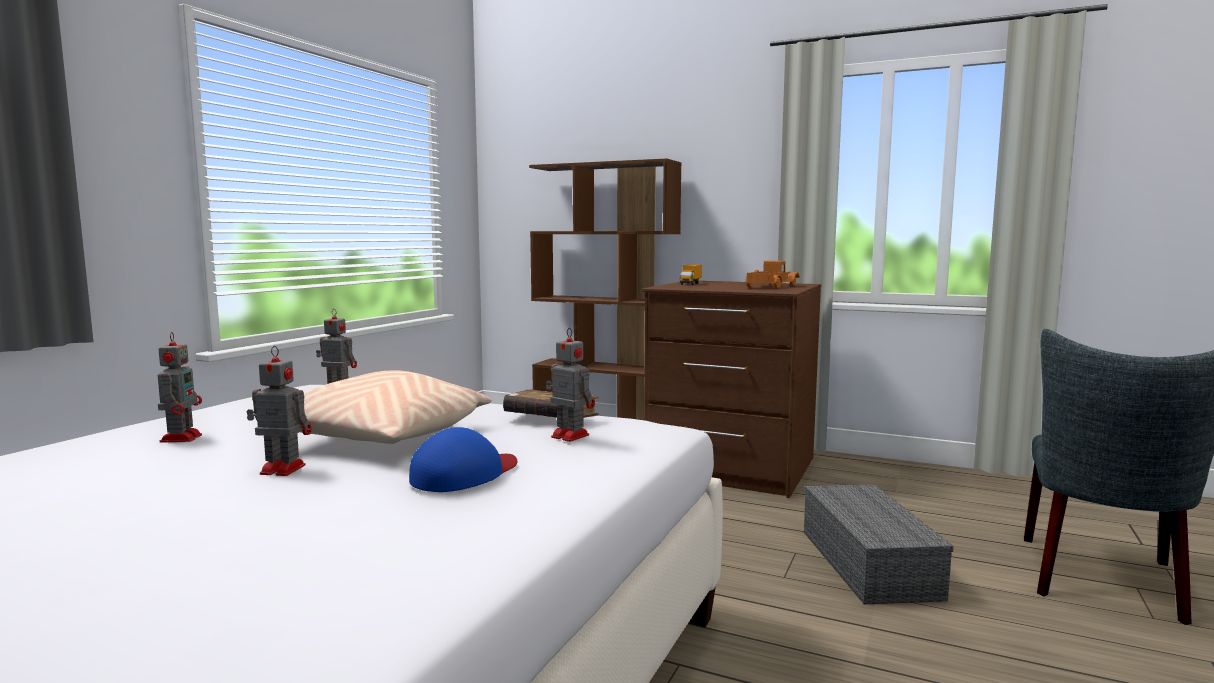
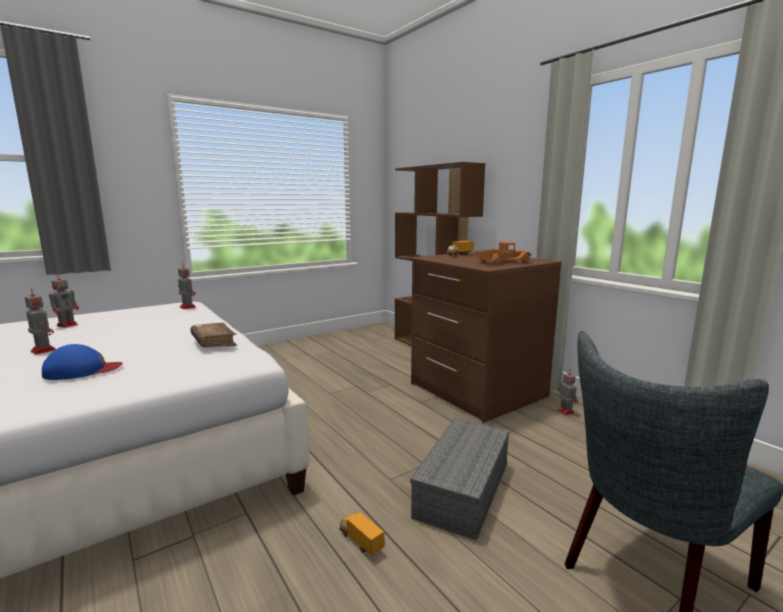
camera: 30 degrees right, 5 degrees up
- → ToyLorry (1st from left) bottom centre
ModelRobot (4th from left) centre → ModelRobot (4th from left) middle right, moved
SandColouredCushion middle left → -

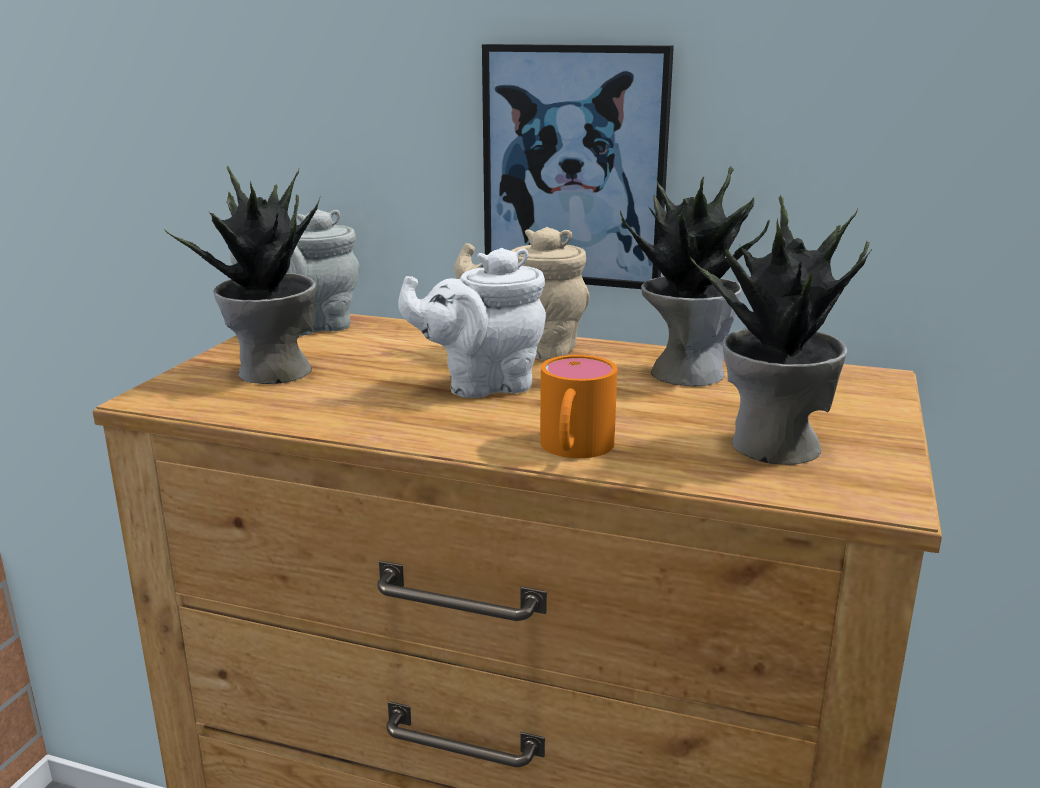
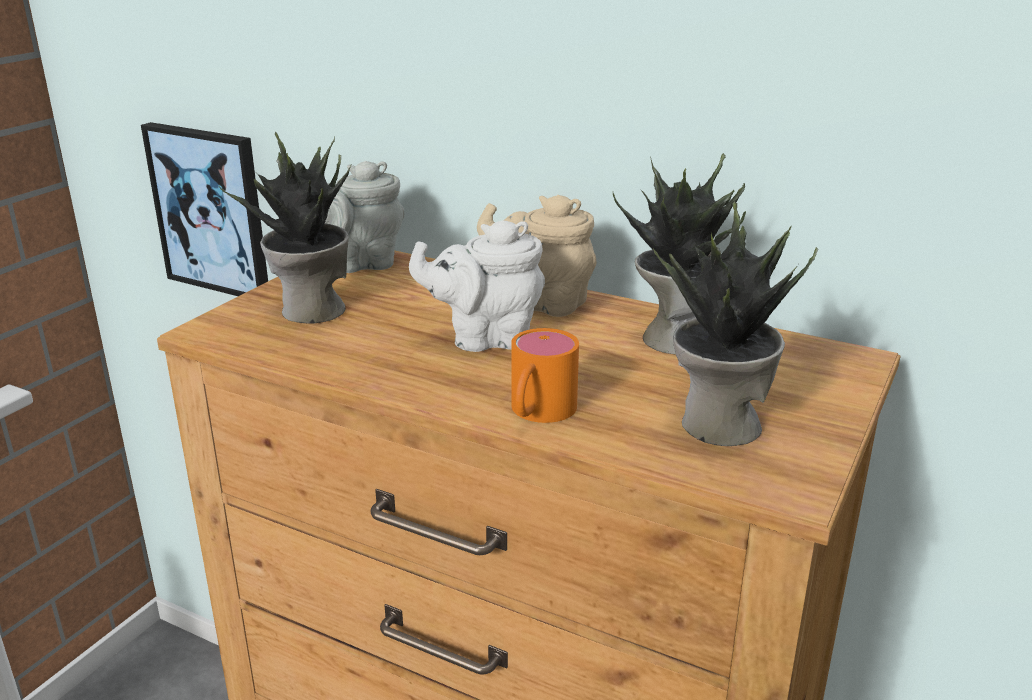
camera: 10 degrees right, 5 degrees up
WallPicture top centre → WallPicture top left, moved

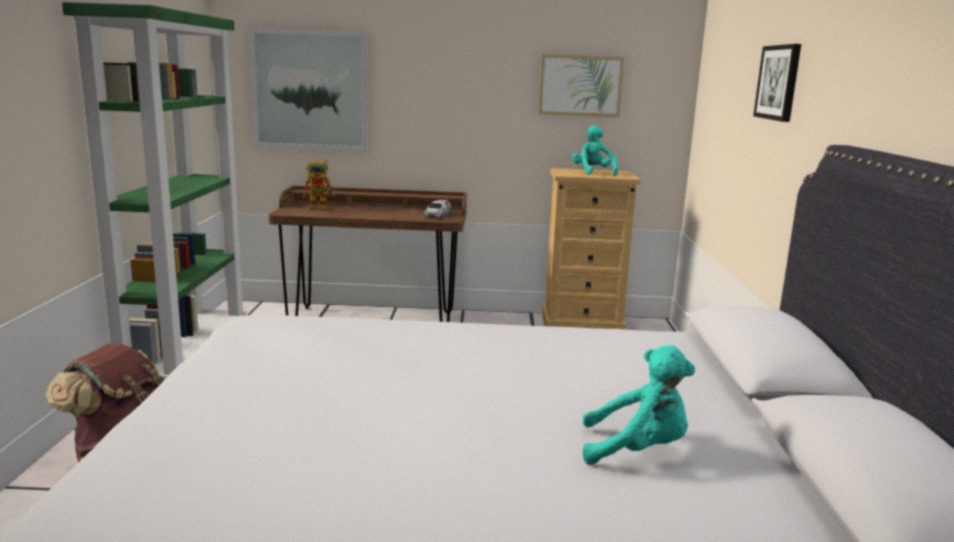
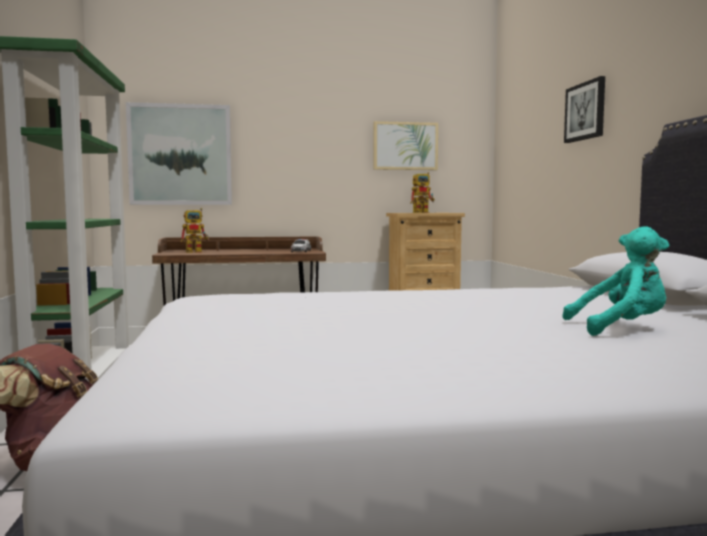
camera: 10 degrees left, 10 degrees down
BlueGreenSoftToy (1st from left) top centre → ModelRobot (2nd from left) centre

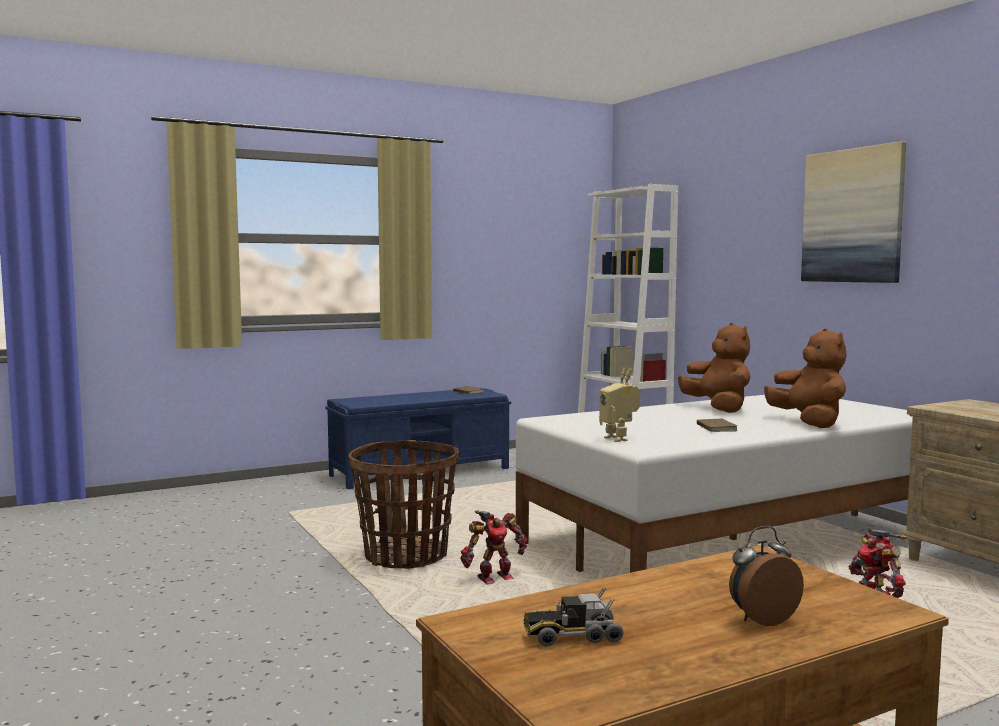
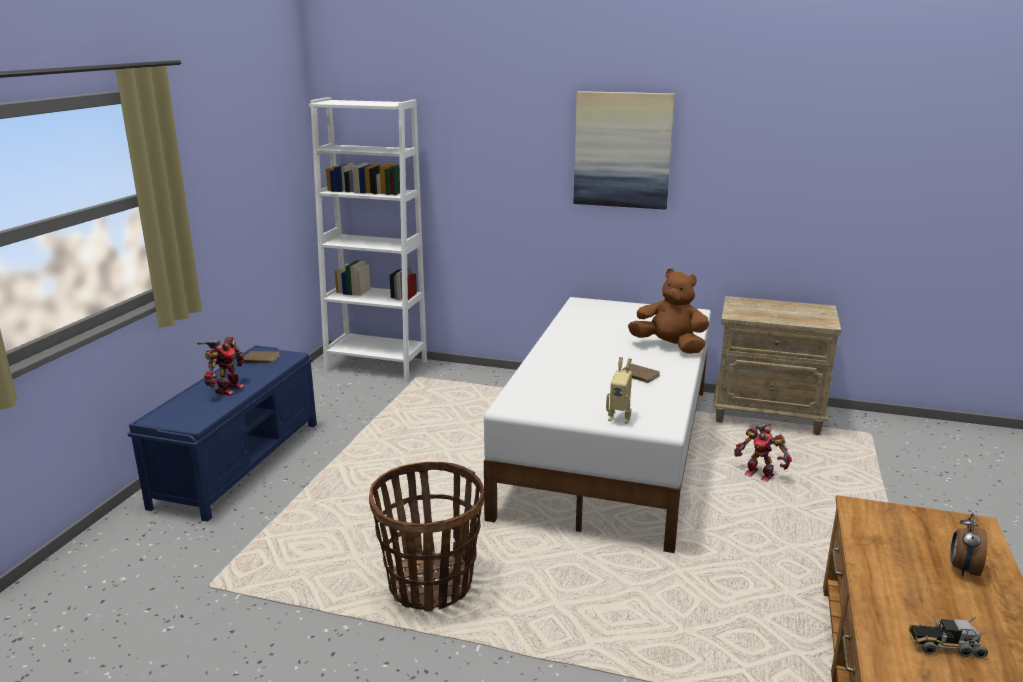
camera: 45 degrees left, 15 degrees up
ModelRobot (1st from left) bottom centre → ModelRobot (1st from left) middle left, moved
ToyLorry bottom centre → ToyLorry bottom right, 60 degrees clockwise
BrownishSoftToy (1st from left) middle right → -

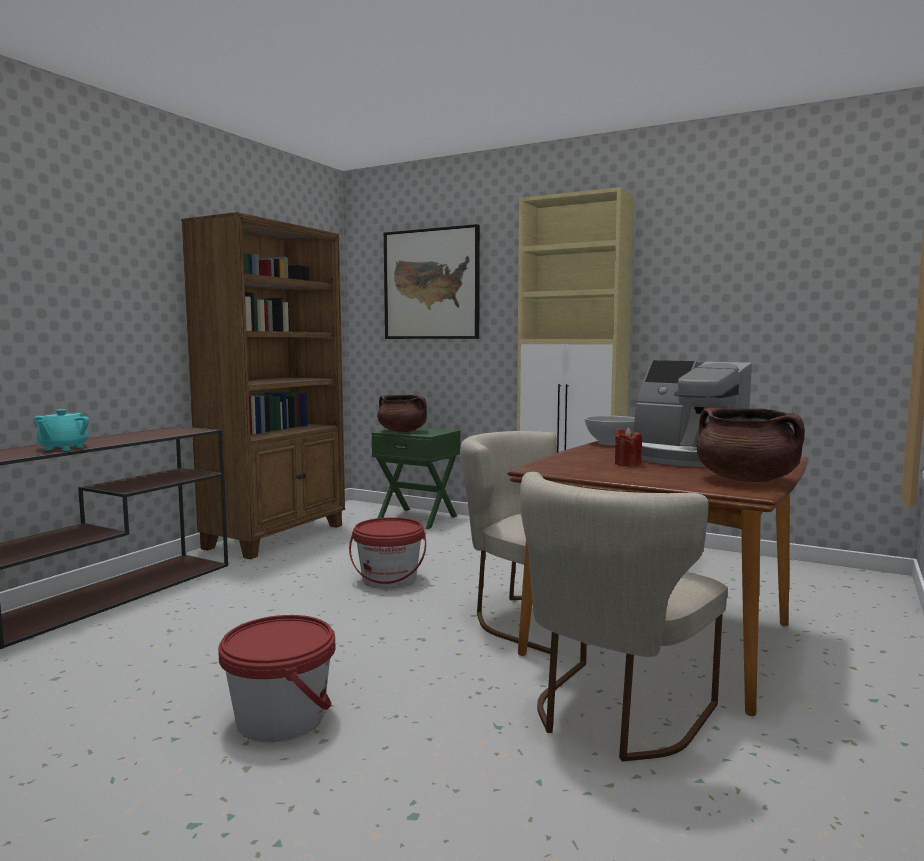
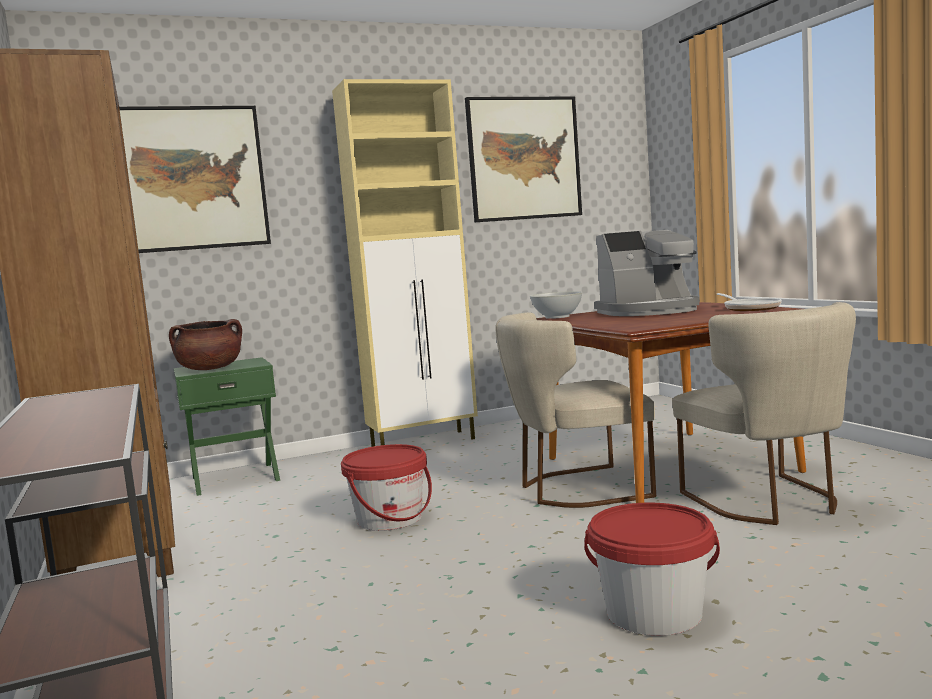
camera: 50 degrees left, 0 degrees up
- → WallPicture (2nd from left) top centre
BrownishSaucepot (2nd from left) middle right → Skillet middle right
BlueGreenPotForTea middle left → -
ReddishCandle middle right → -

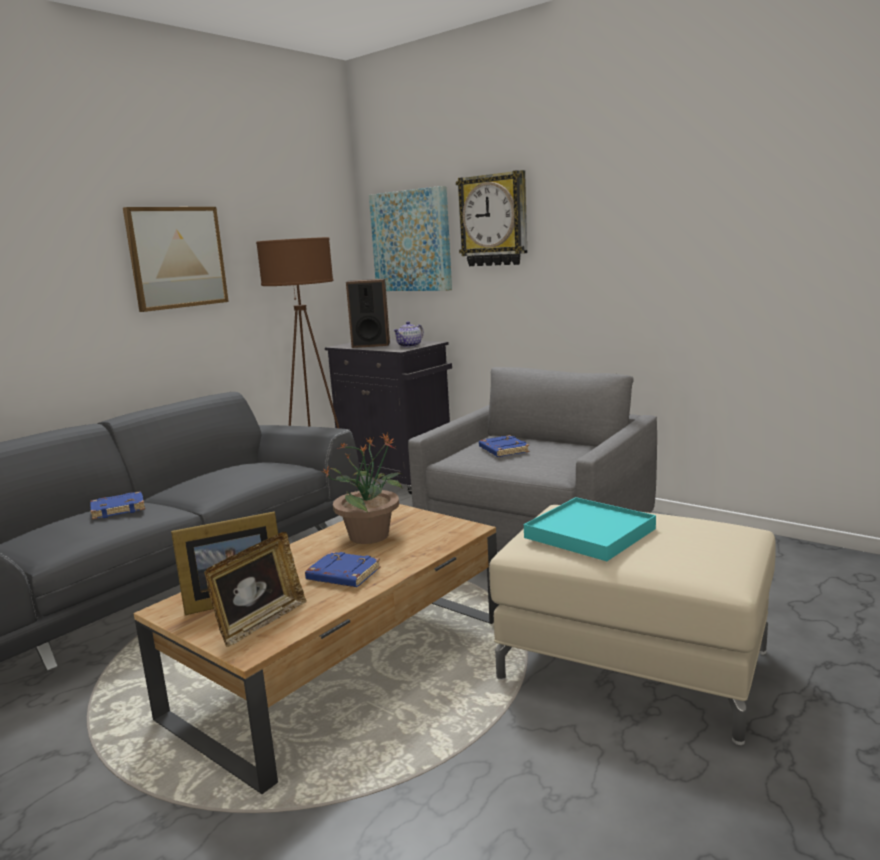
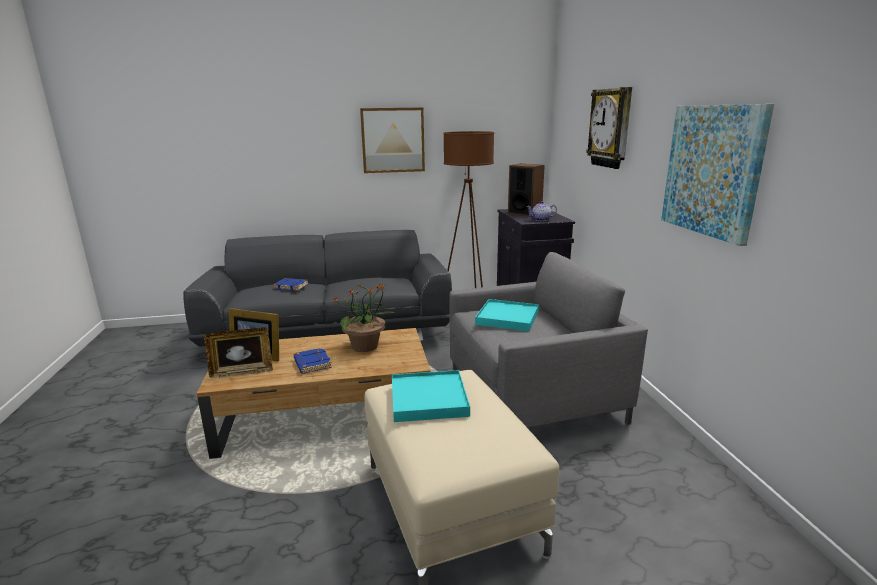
camera: 40 degrees right, 5 degrees up
BluishBook (3rd from left) centre → BlueGreenServingTray (2nd from left) centre
WallPicture (2nd from left) top centre → WallPicture (2nd from left) top right, moved

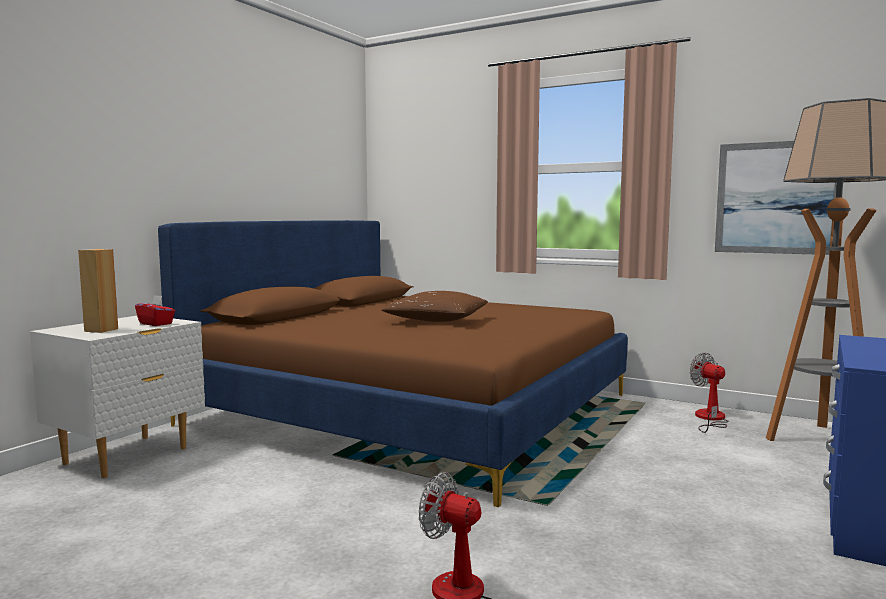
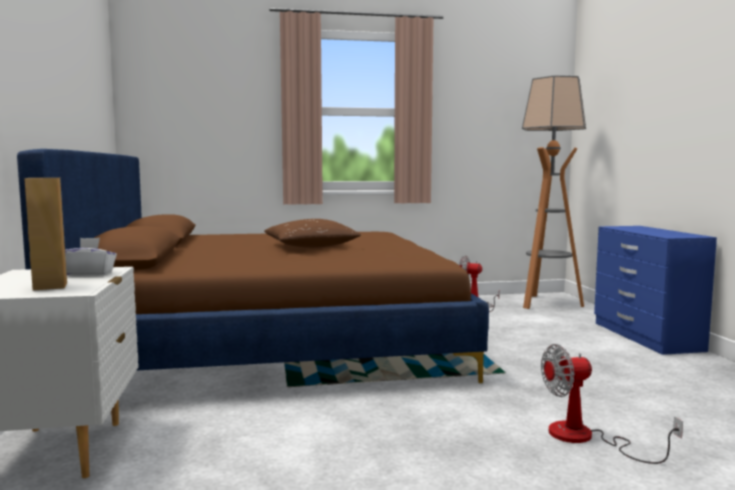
camera: 40 degrees left, 0 degrees up
ReddishTissueHolder middle left → WhiteTissueHolder middle left
WallPicture top right → -

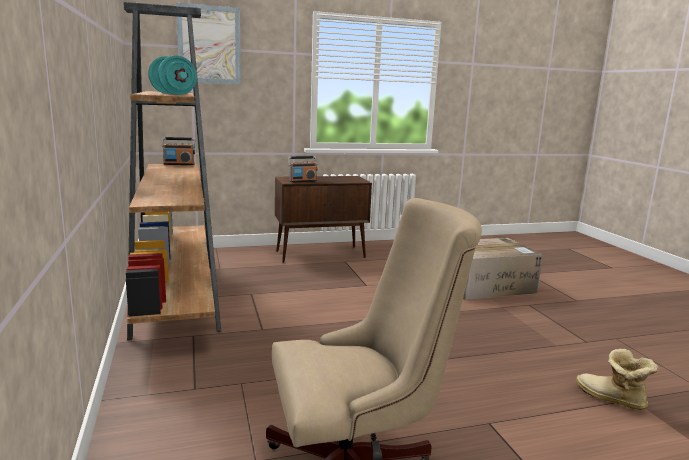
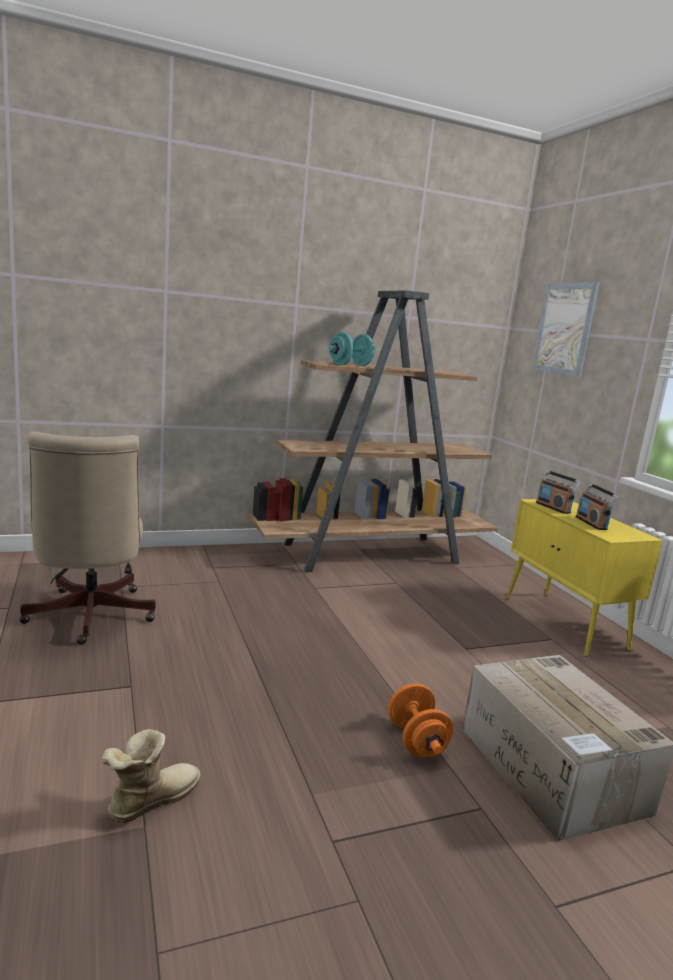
camera: 85 degrees right, 0 degrees up
- → OrangeHandWeight bottom centre
BrownishStorageCabinet centre → YellowColouredStorageCabinet middle right
RadioReceiver (1st from left in the first image) top left → RadioReceiver (2nd from left) middle right, moved

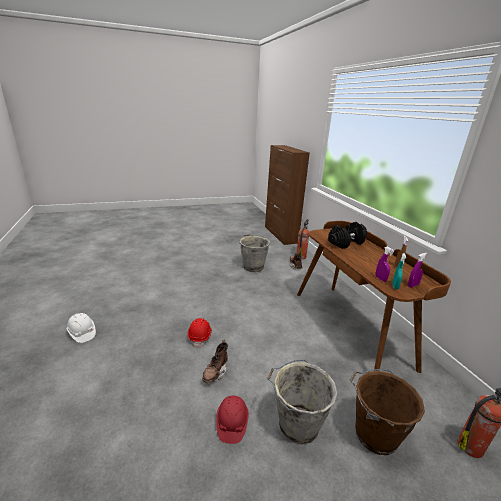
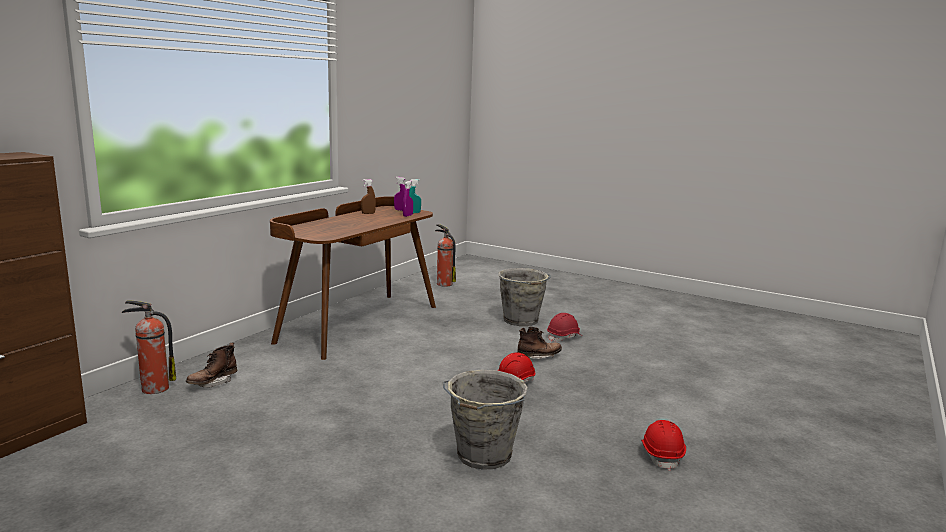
camera: 130 degrees left, 10 degrees down
GreyishWaterBucket (1st from left) centre → GreyishWaterBucket (1st from left) bottom centre, moved
WhiteWorkHelmet middle left → ReddishWorkHelmet (3rd from left) bottom right
BlackColouredHandWeight middle right → -
BrownishWaterBucket bottom right → -

